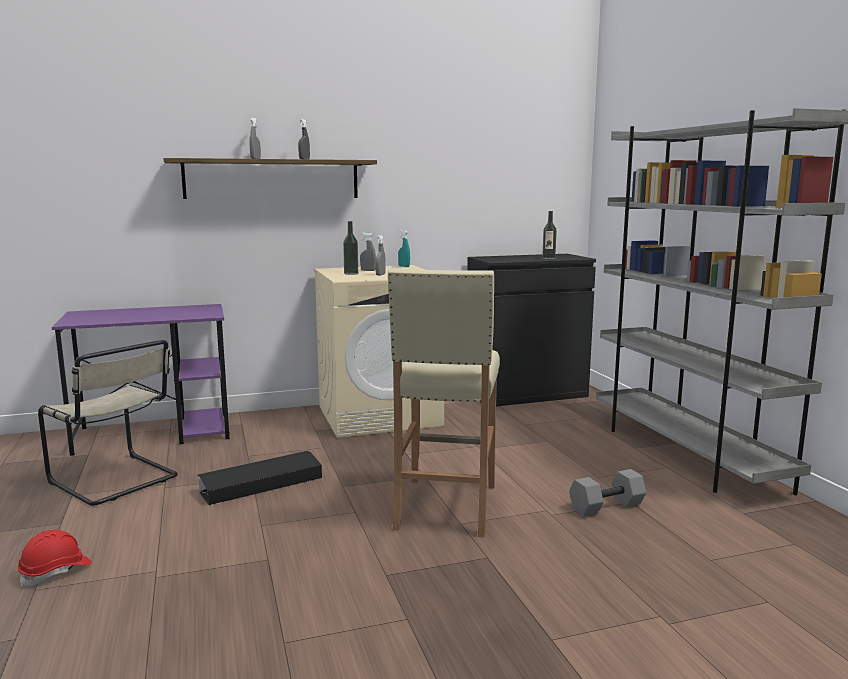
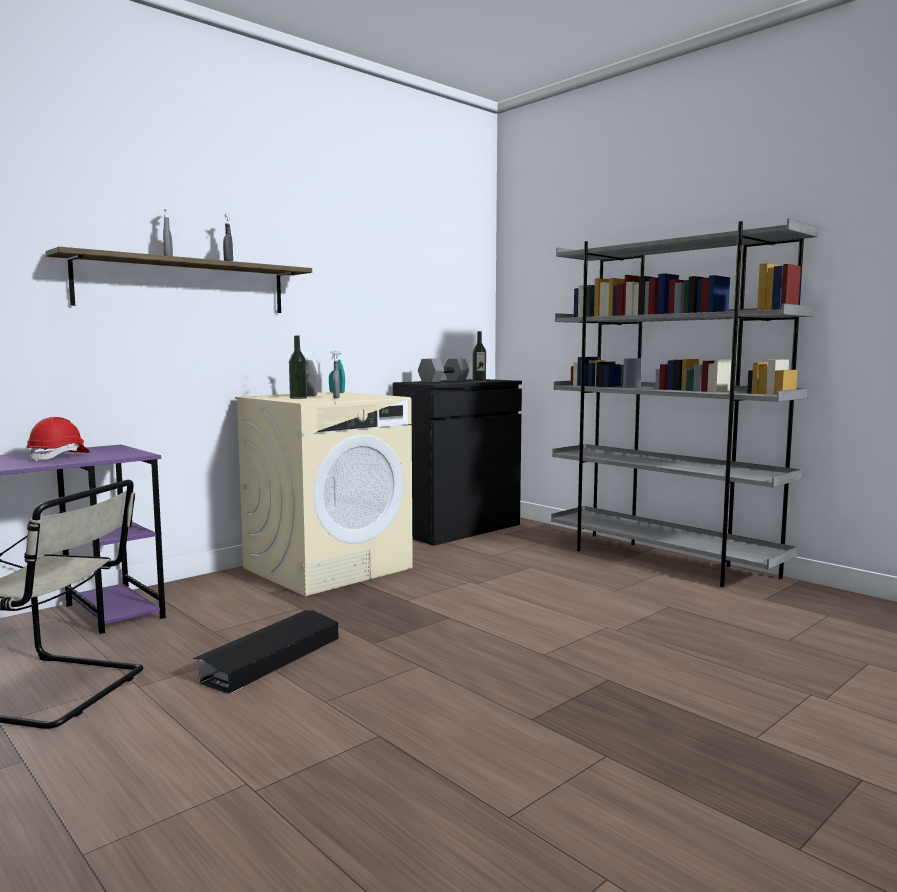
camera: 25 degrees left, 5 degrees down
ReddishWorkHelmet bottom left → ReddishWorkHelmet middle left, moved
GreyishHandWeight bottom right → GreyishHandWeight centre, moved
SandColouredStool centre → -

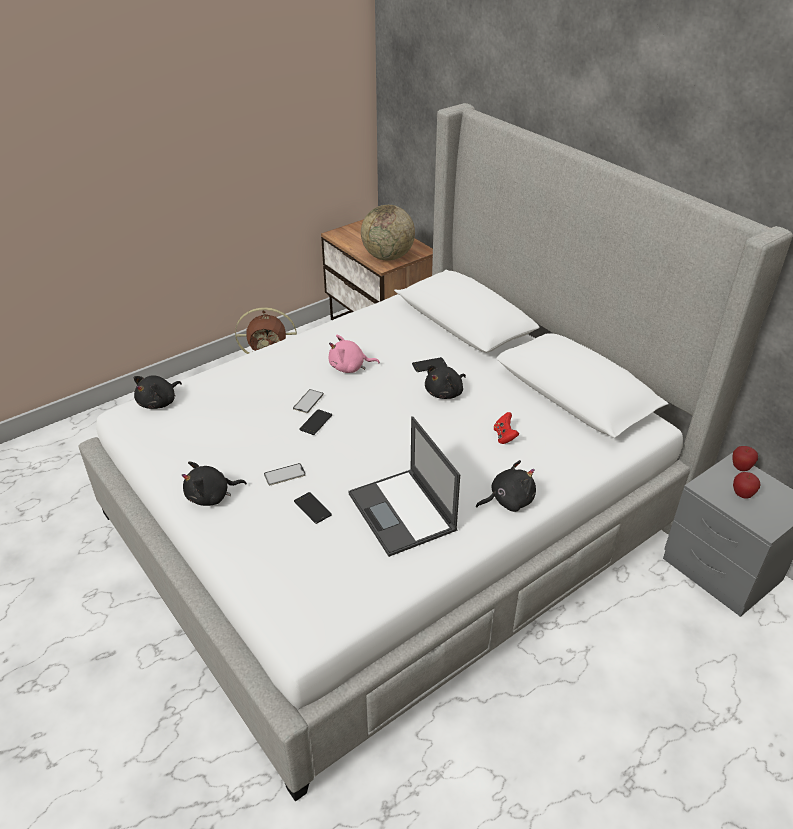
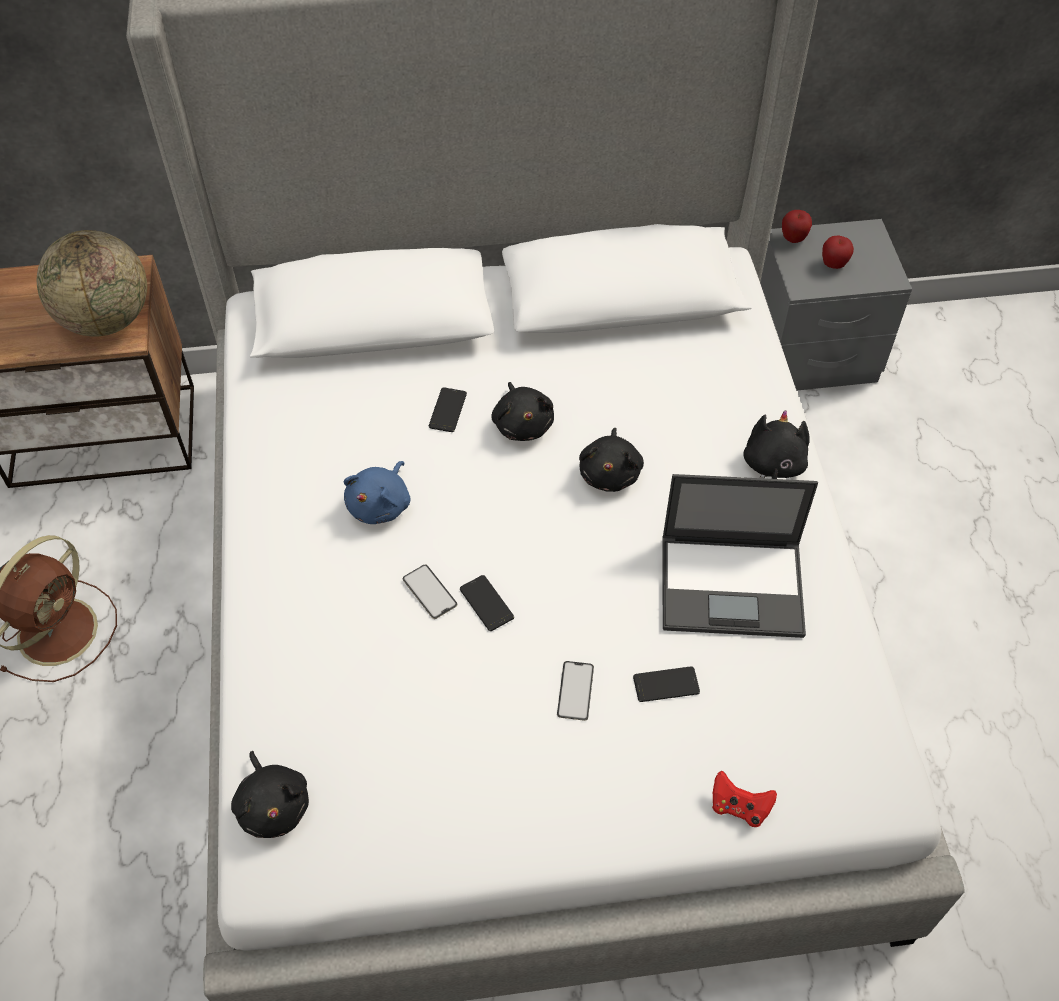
camera: 60 degrees left, 15 degrees up
PinkColouredSoftToy centre → BluishSoftToy centre
BlackColouredSoftToy (2nd from left in the first image) middle left → BlackColouredSoftToy (3rd from left) centre, moved
ReddishJoypad centre → ReddishJoypad bottom right, moved

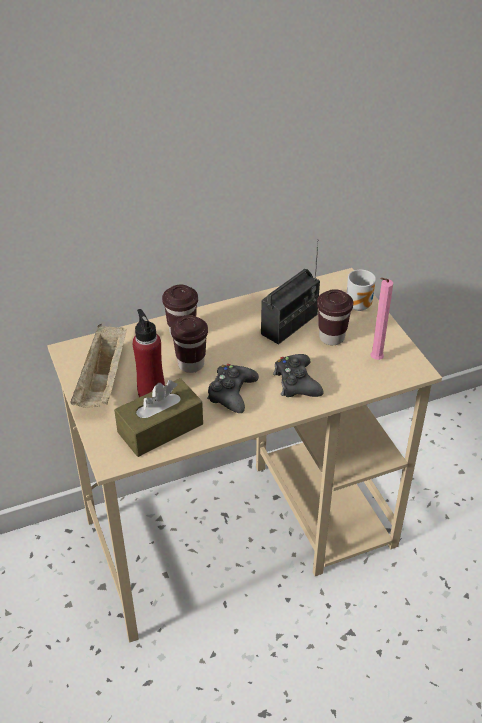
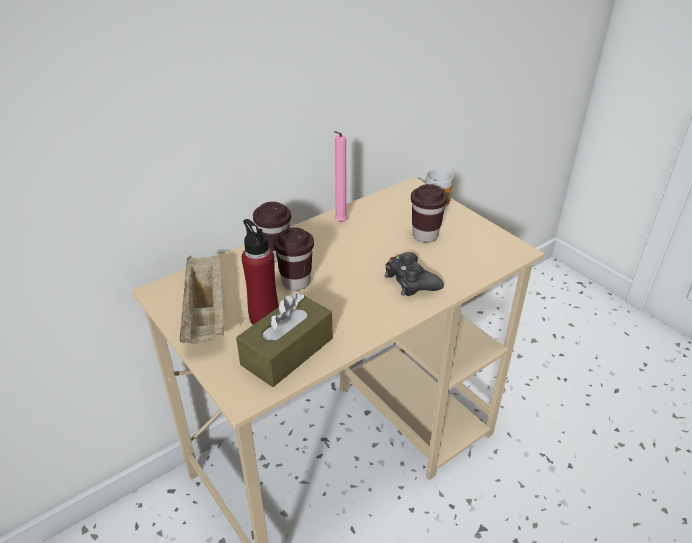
camera: 15 degrees left, 5 degrees down
PinkColouredCandle middle right → PinkColouredCandle top centre, moved
BlackColouredJoypad (1st from left) centre → -
RadioReceiver centre → -

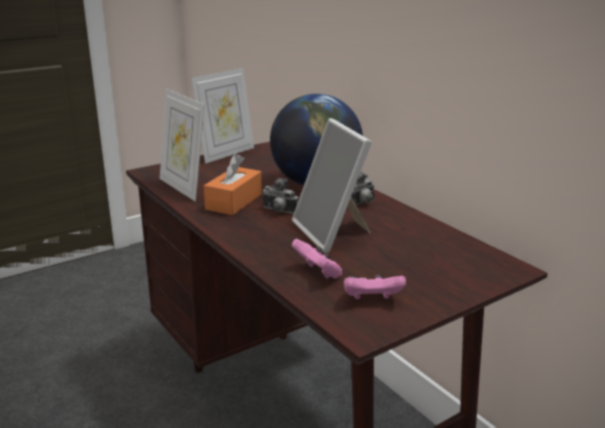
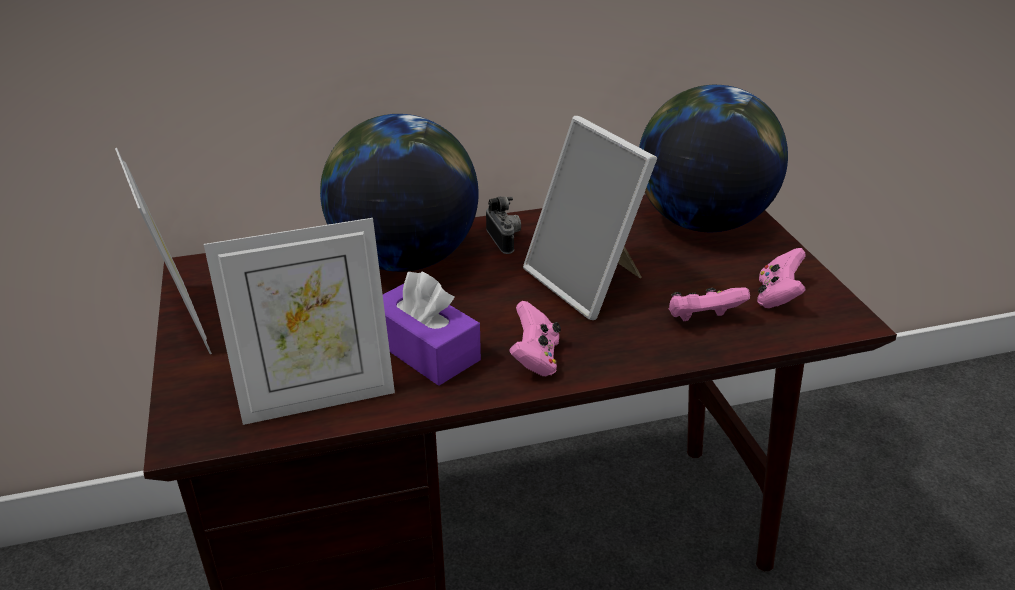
camera: 70 degrees left, 10 degrees up
OrangeTissueHolder centre → PurplishTissueHolder centre
- → PinkColouredJoypad (1st from left) centre
PhotoFrame (3rd from left) centre, 60 degrees clockwise
- → WorldGlobe (2nd from left) top right
PhotoCamera (1st from left) centre → -

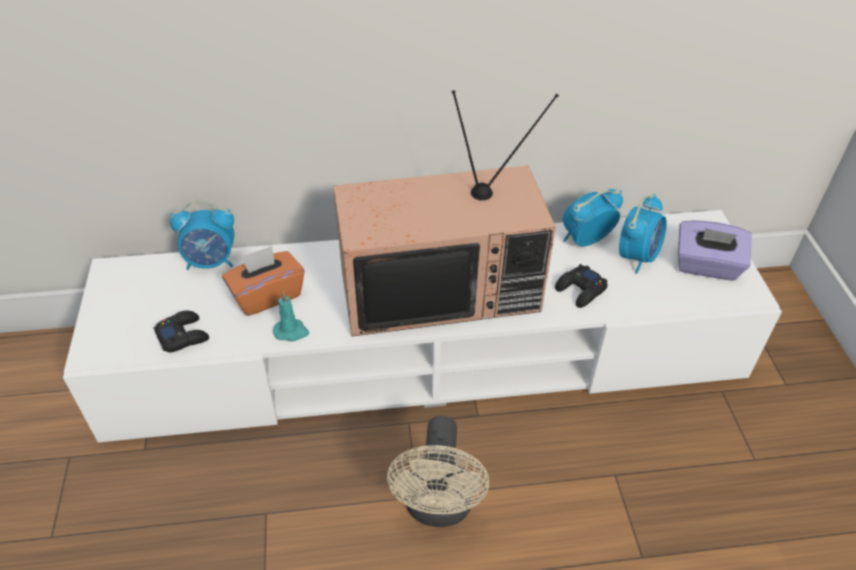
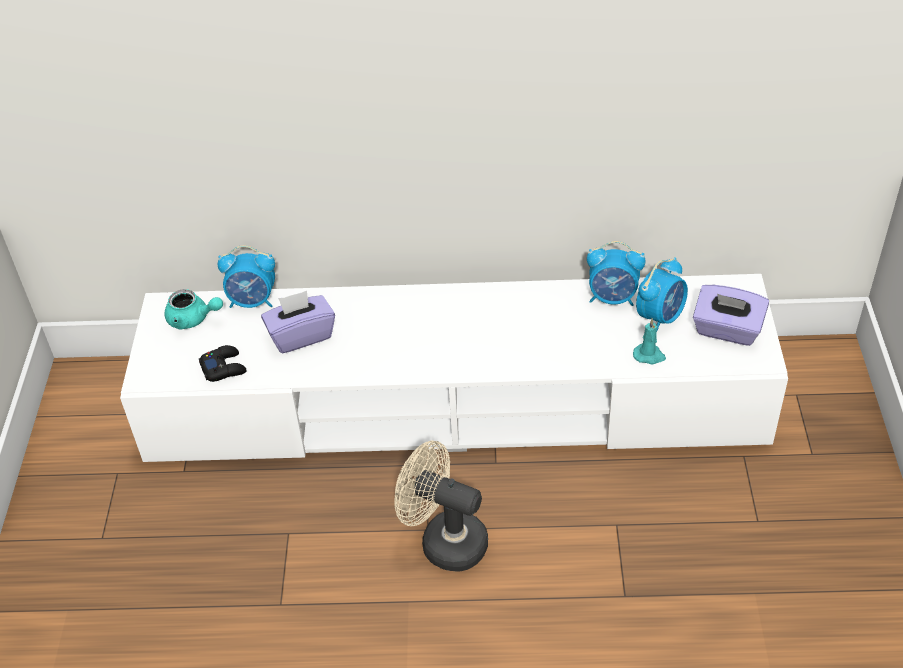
camera: 10 degrees right, 0 degrees up
- → BlueGreenPotForTea middle left
OrangeTissueHolder middle left → PurplishTissueHolder (1st from left) middle left
SandColouredFan bottom centre, 105 degrees clockwise
AlarmClock (2nd from left) middle right, 150 degrees counterclockwise
BlueGreenCandle centre → BlueGreenCandle middle right, moved
Television centre → -
BlackColouredJoypad (2nd from left) middle right → -

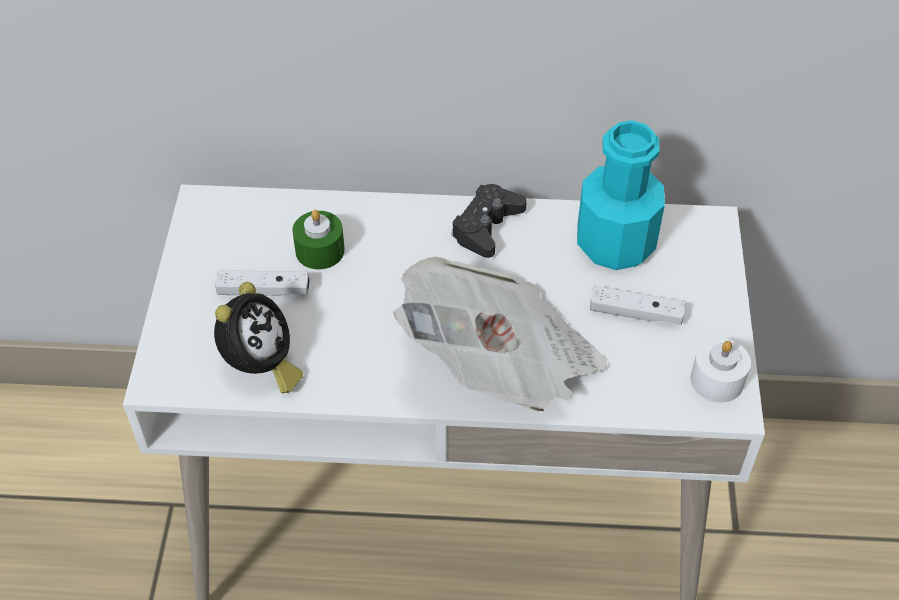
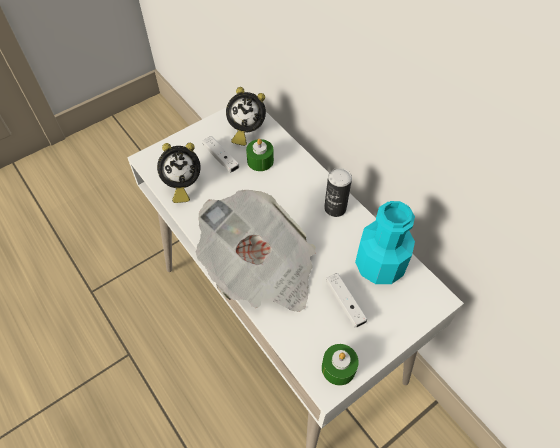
camera: 50 degrees right, 5 degrees up
- → AlarmClock (2nd from left) top centre
WhiteCandle middle right → GreenCandle (2nd from left) bottom centre
BlackColouredJoypad centre → SealedCan centre

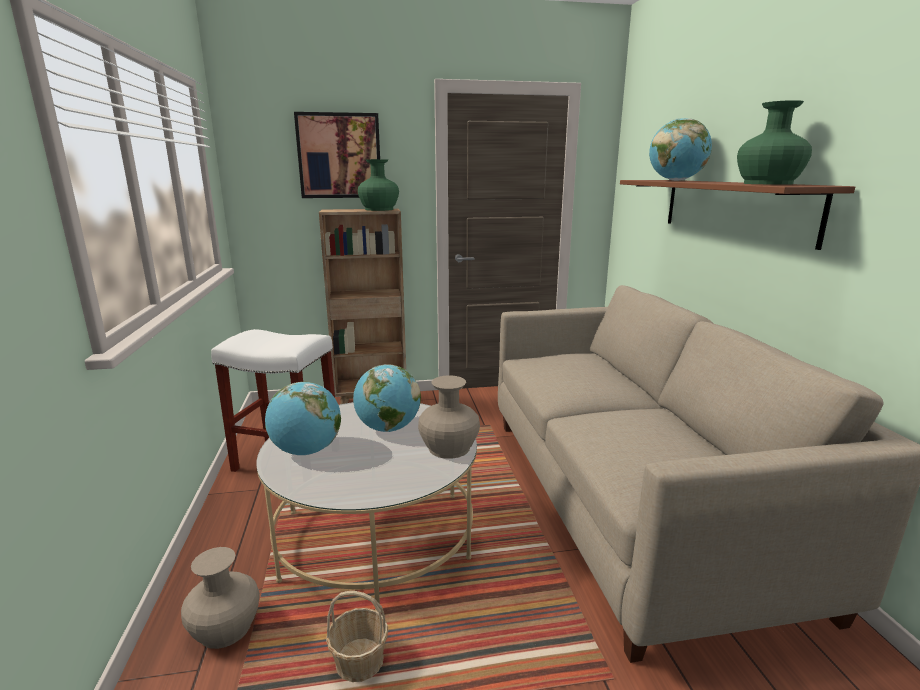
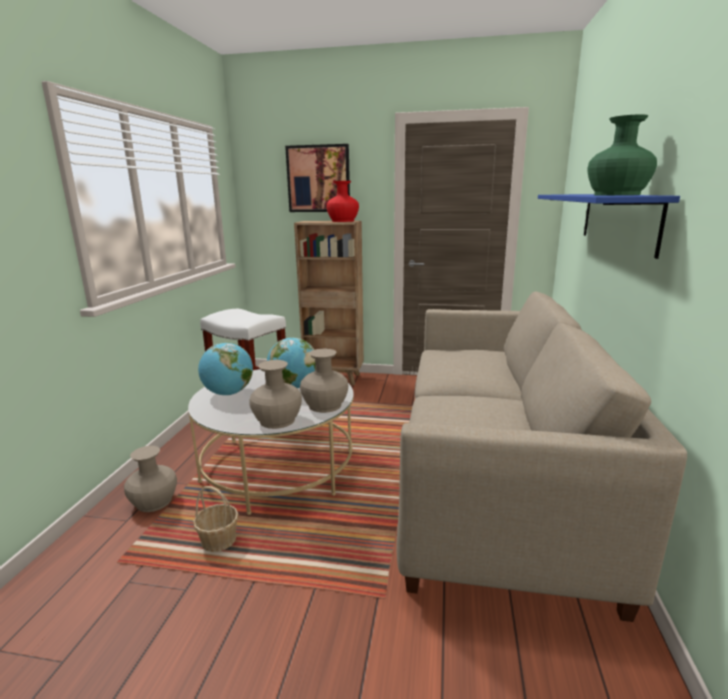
camera: 20 degrees right, 0 degrees up
- → SandColouredFlowerVase (2nd from left) centre
GreenFlowerVase (1st from left) top centre → ReddishFlowerVase top centre
BrownishShelf top right → BluishShelf top right
WorldGlobe (3rd from left) top right → -

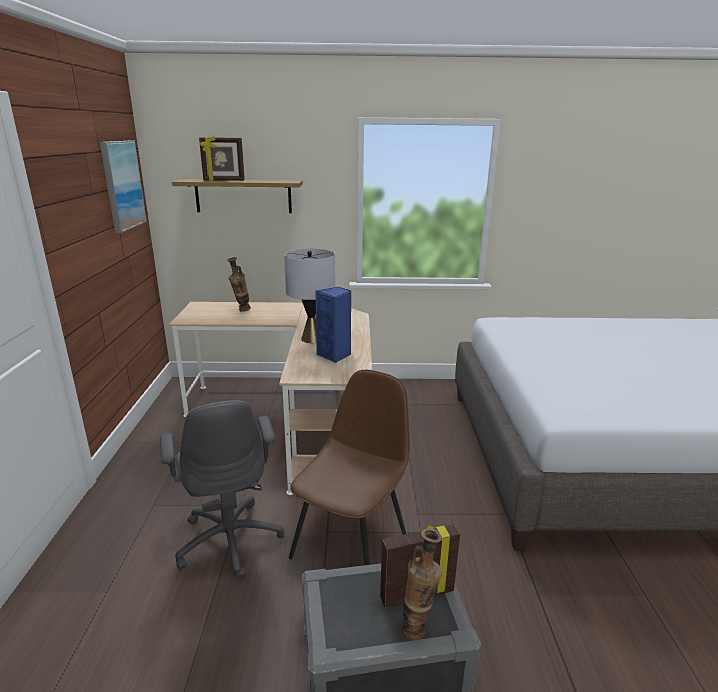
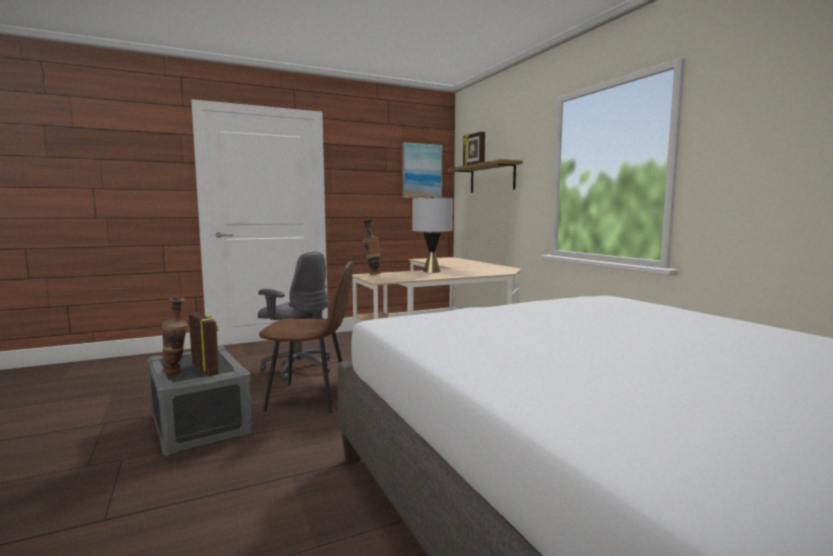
camera: 65 degrees right, 15 degrees down
GreyishComputerChair bottom left → GreyishComputerChair centre, 105 degrees counterclockwise
FlowerVase (1st from left in the first image) middle left → FlowerVase (2nd from left) centre, moved
BluishAudioSpeaker centre → -

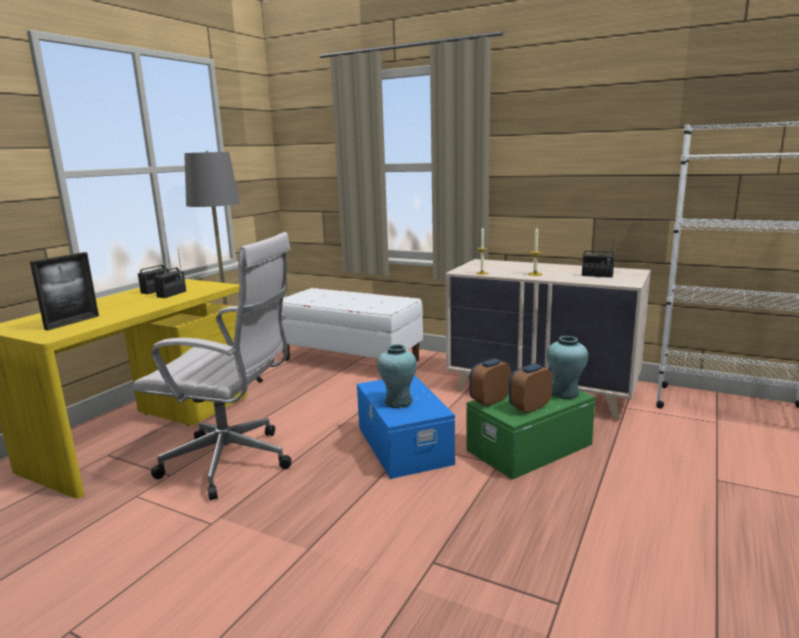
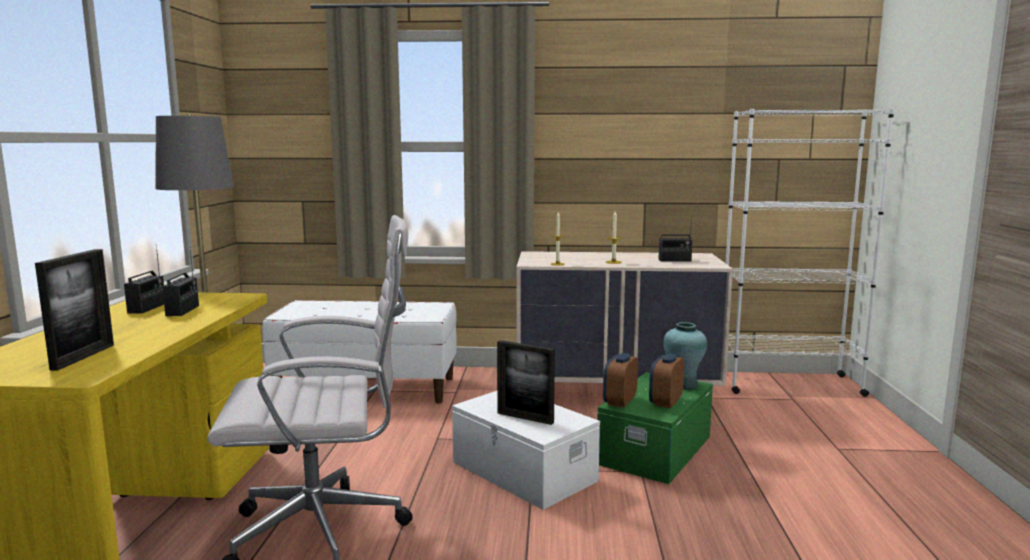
camera: 25 degrees left, 5 degrees down
BluishStorageContainer bottom centre → WhiteStorageContainer bottom centre
BlueGreenFlowerVase (1st from left) centre → PhotoFrame (2nd from left) bottom centre

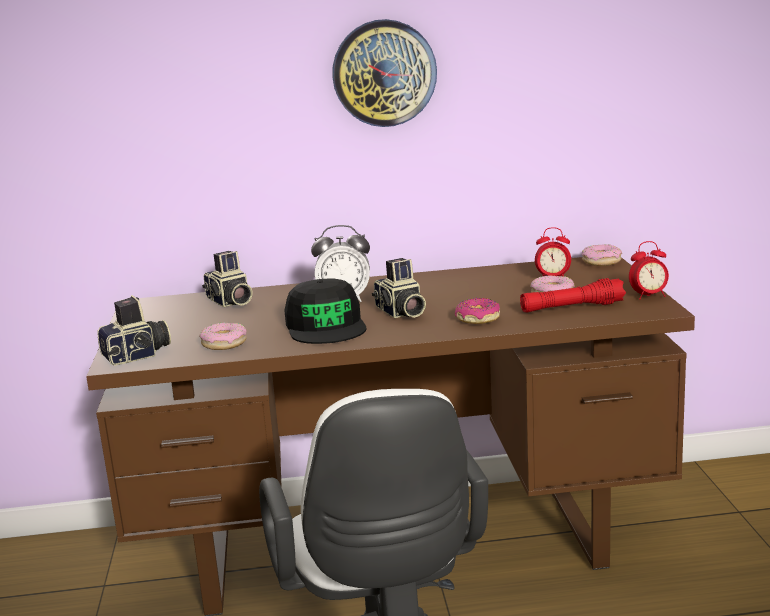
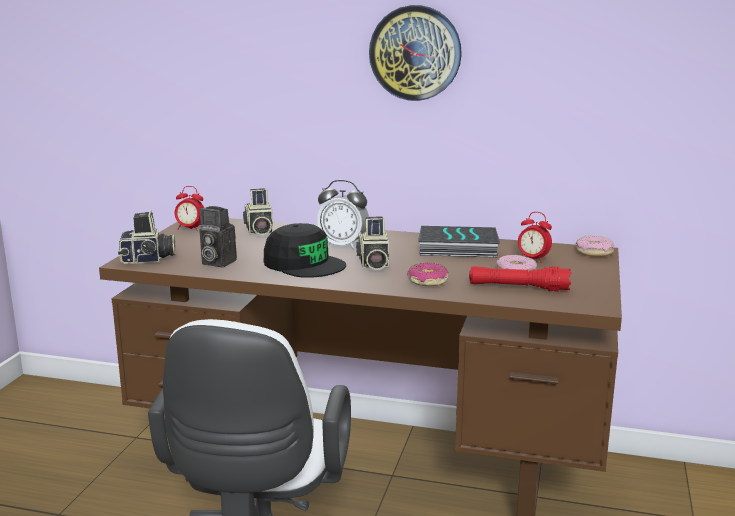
camera: 20 degrees right, 0 degrees up
AlarmClock (3rd from left in the first image) middle right → AlarmClock (1st from left) middle left, moved
Doughnut (1st from left) middle left → PhotoCamera (2nd from left) middle left
BlackColouredBaseballCap centre, 60 degrees counterclockwise
- → Book centre

